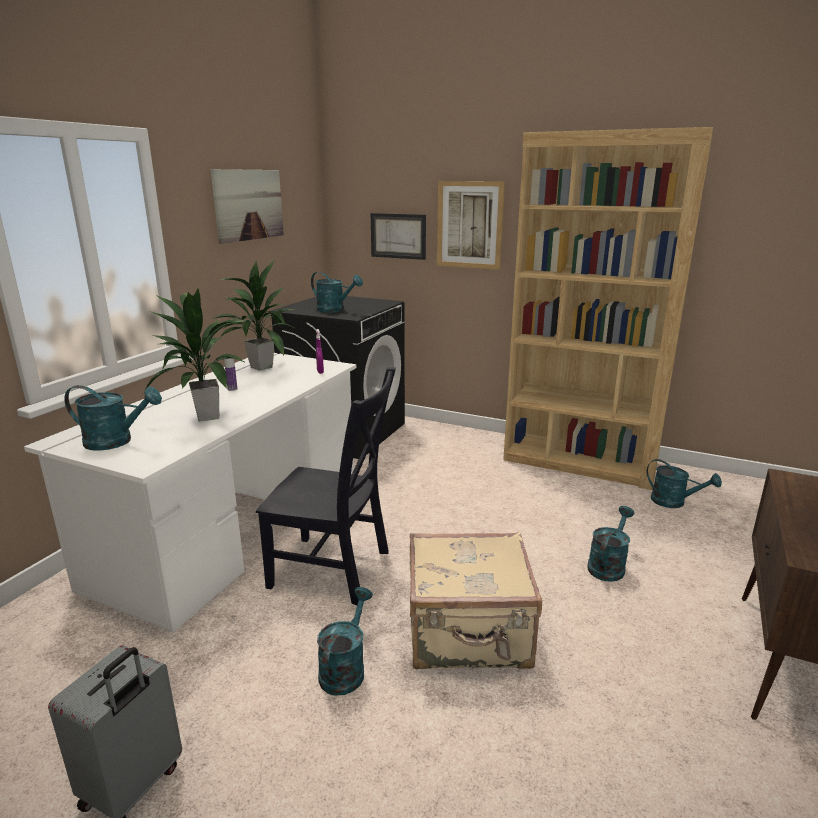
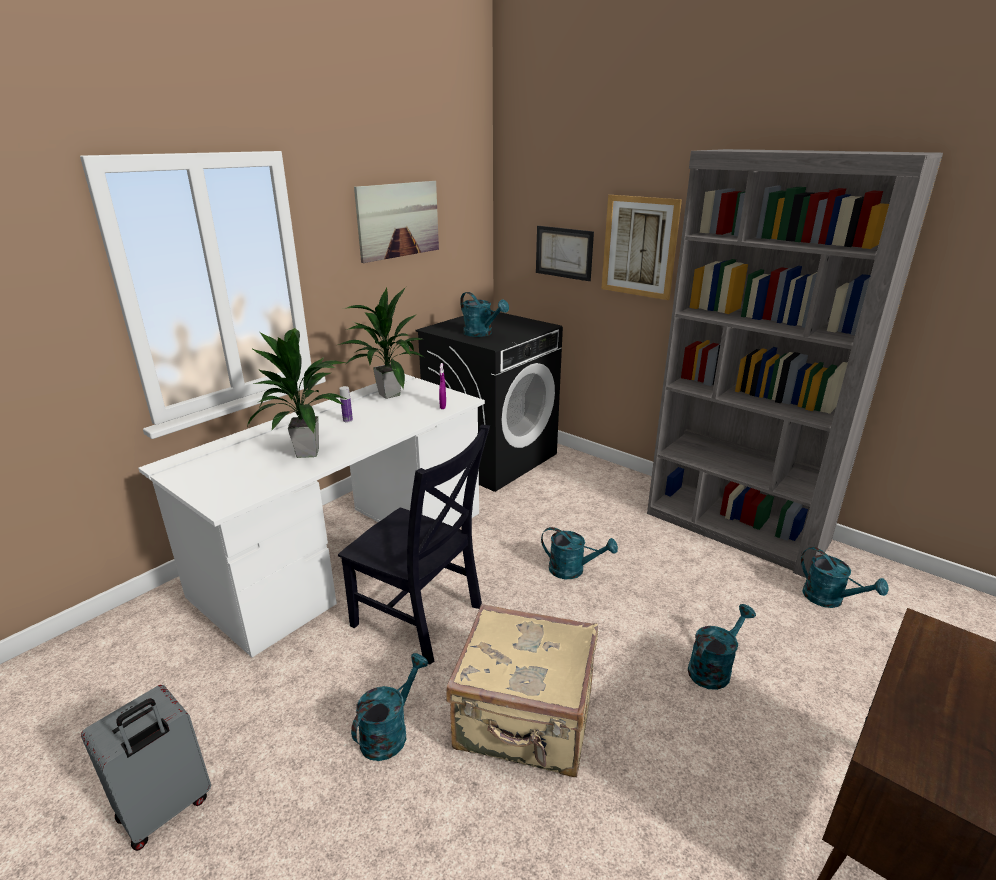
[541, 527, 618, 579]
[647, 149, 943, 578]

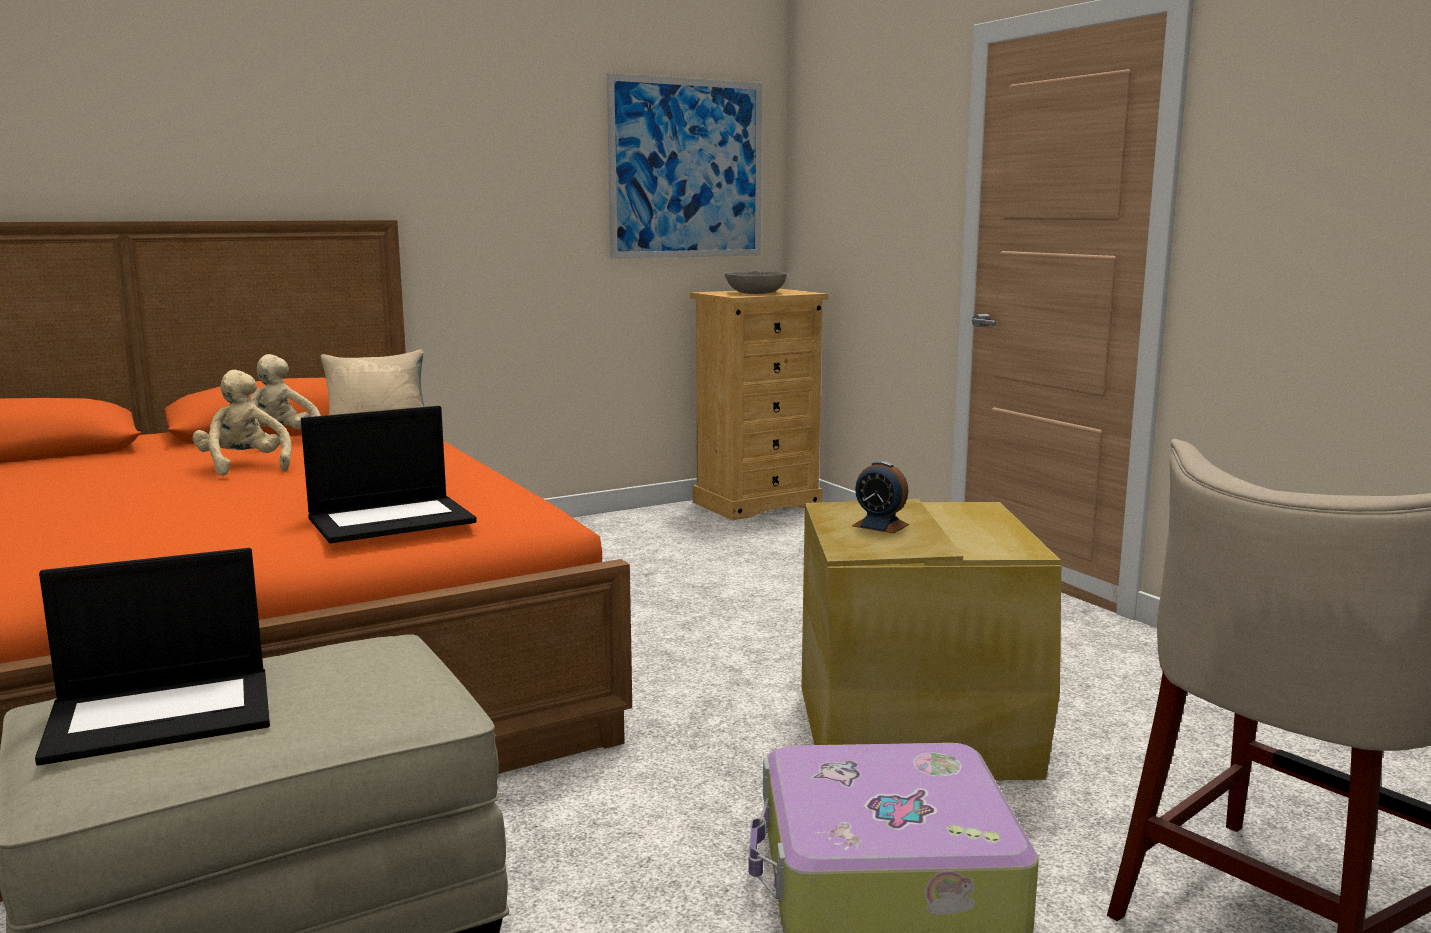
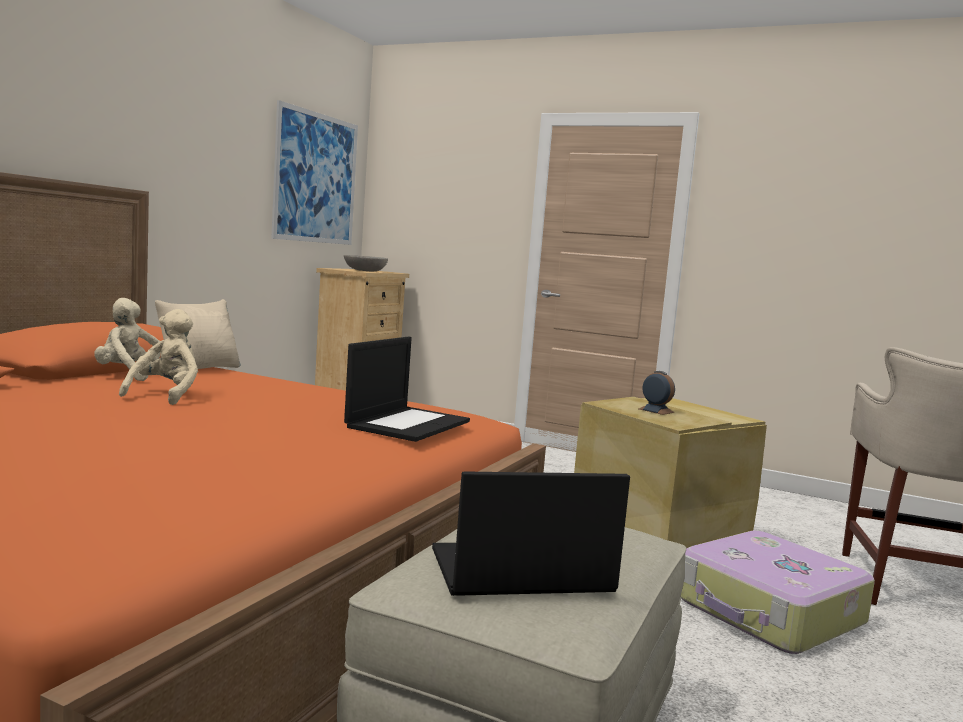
[432, 471, 630, 596]
[119, 309, 198, 405]
[639, 371, 675, 415]

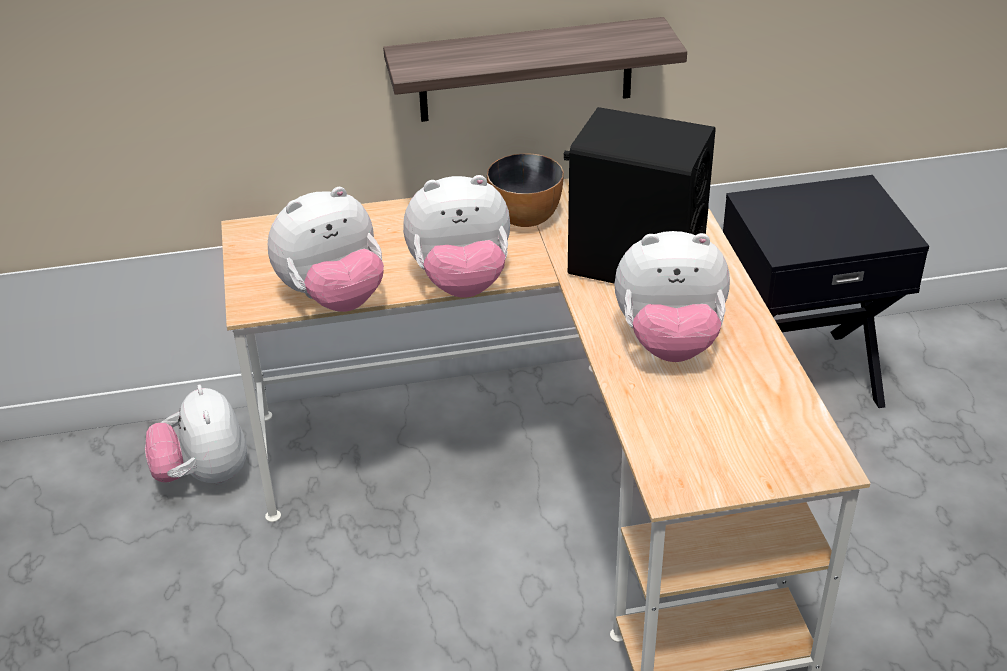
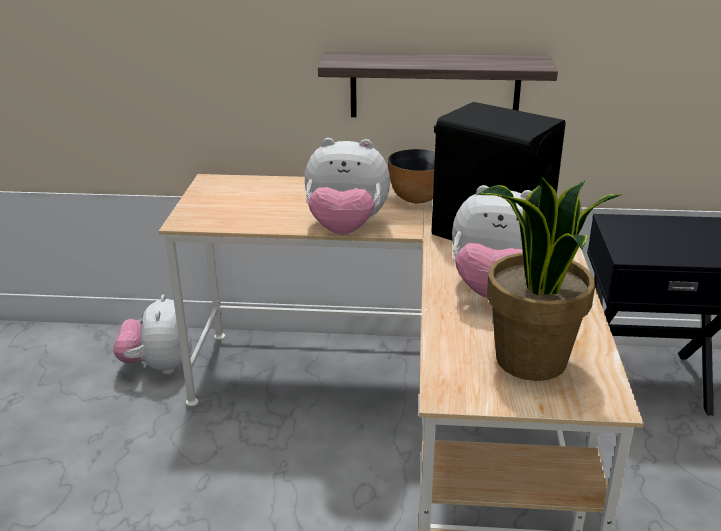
[268, 187, 384, 312] (first image)
[478, 176, 620, 381]

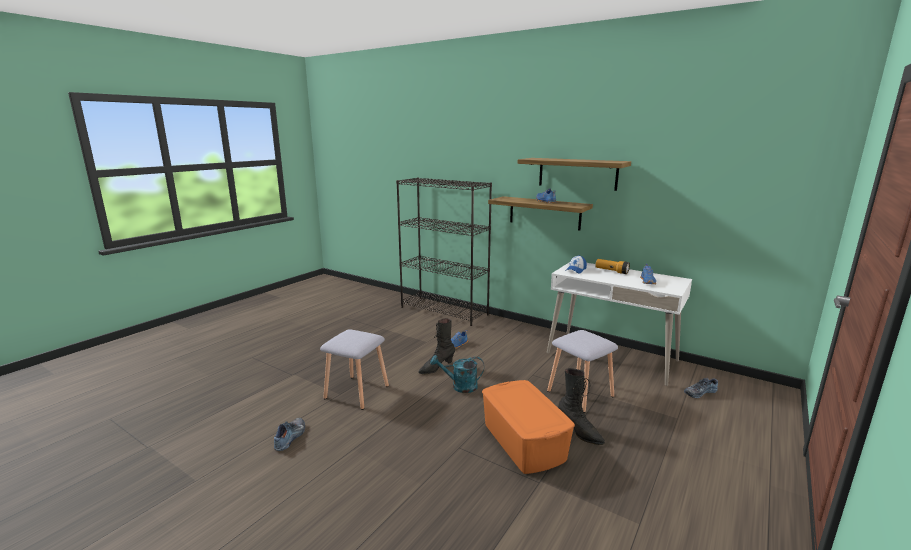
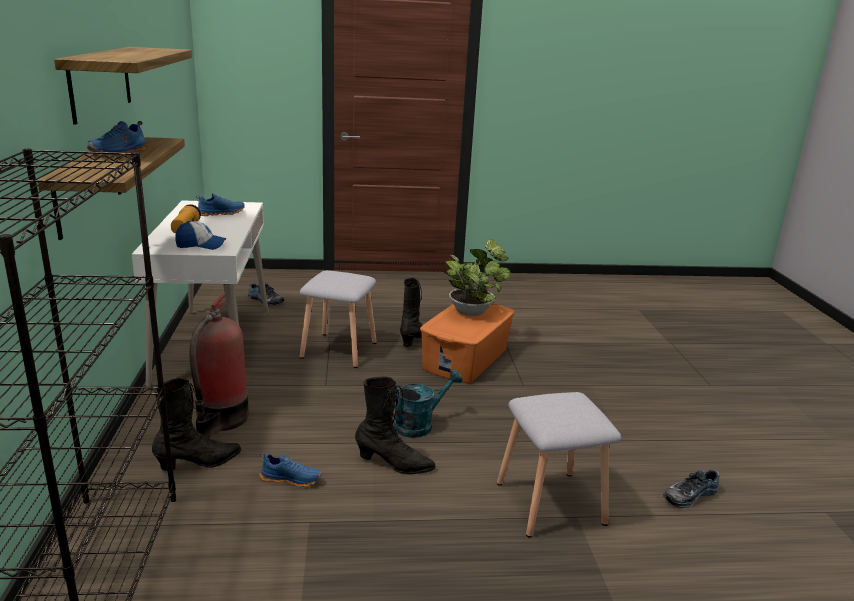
[393, 369, 463, 438]
[152, 378, 242, 471]
[189, 294, 249, 439]
[444, 239, 510, 316]

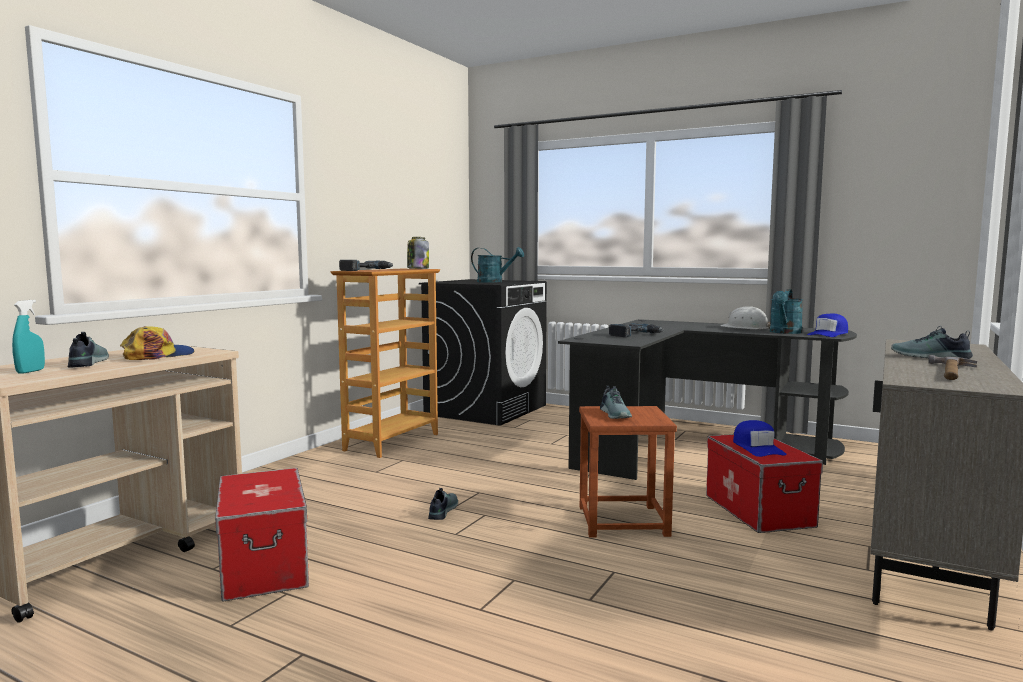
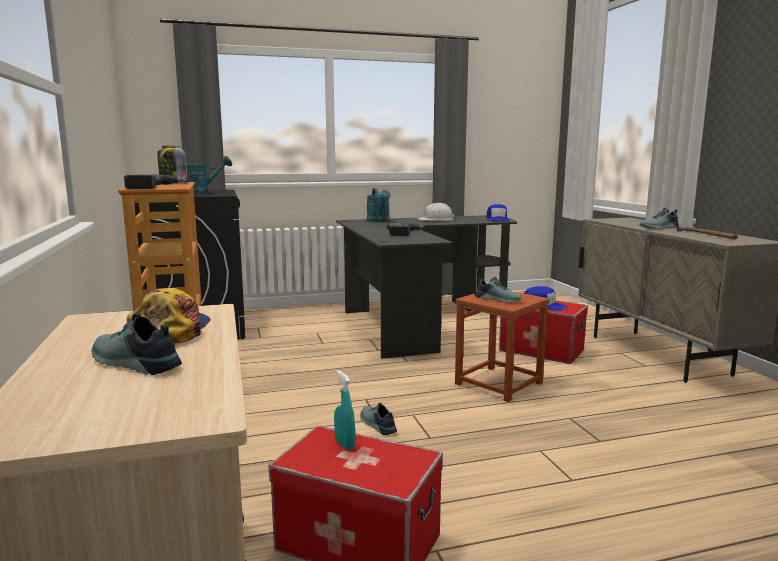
[334, 370, 355, 450]
[367, 188, 391, 222]

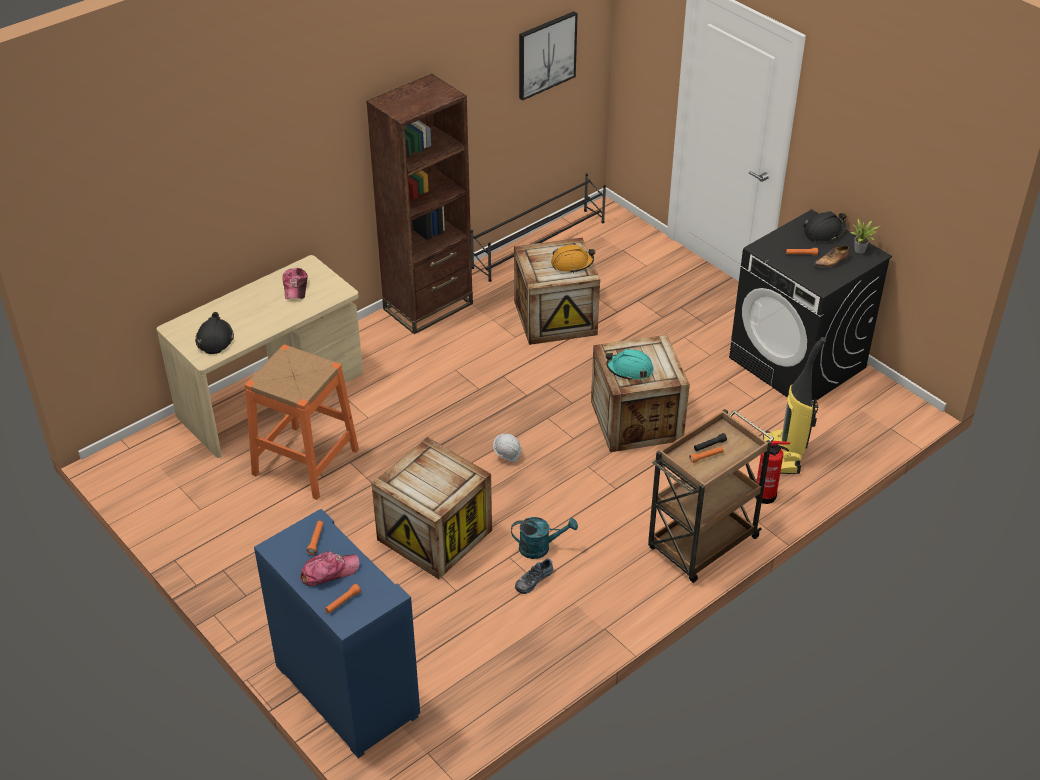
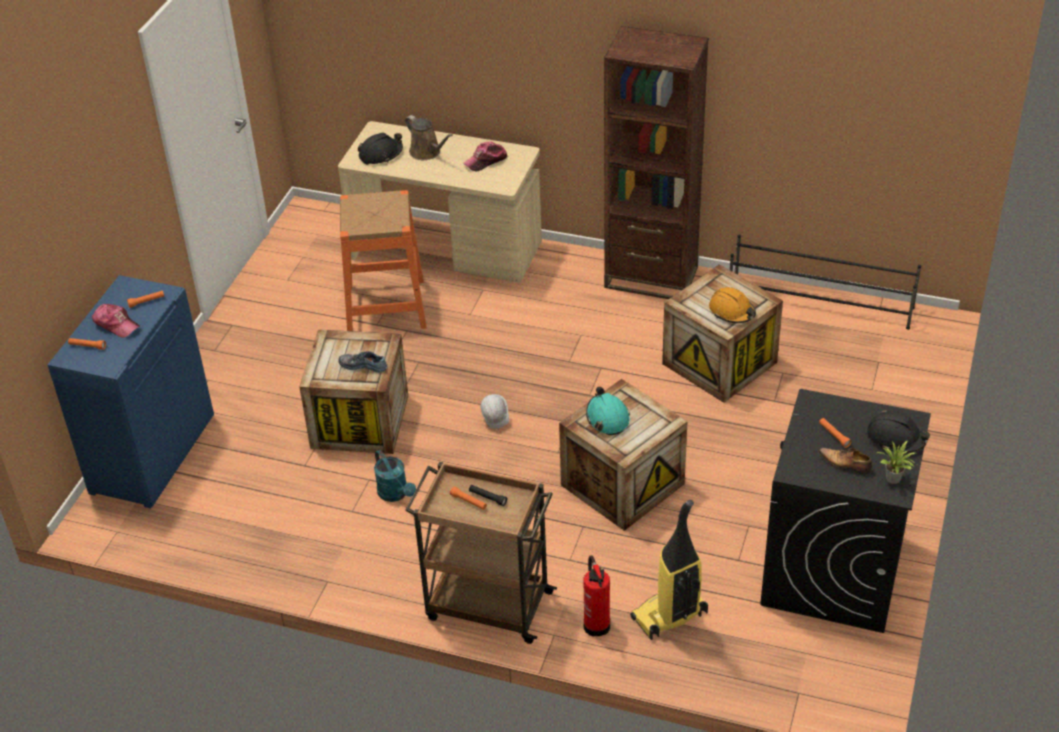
[338, 351, 387, 373]
[519, 11, 578, 101] (first image)
[405, 115, 453, 160]

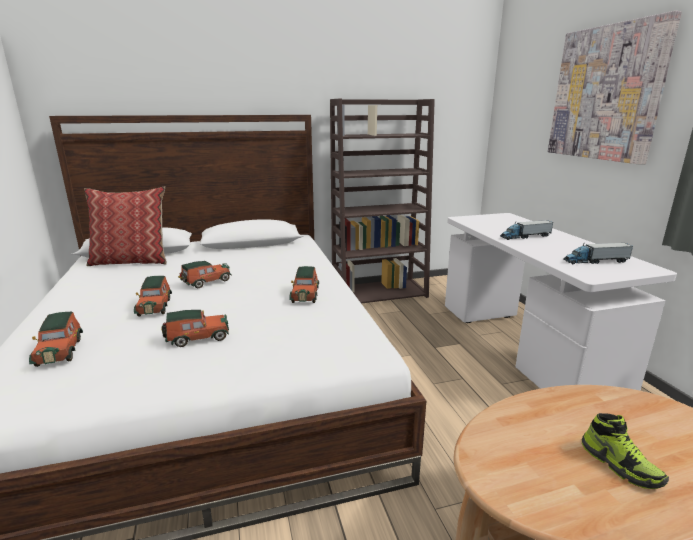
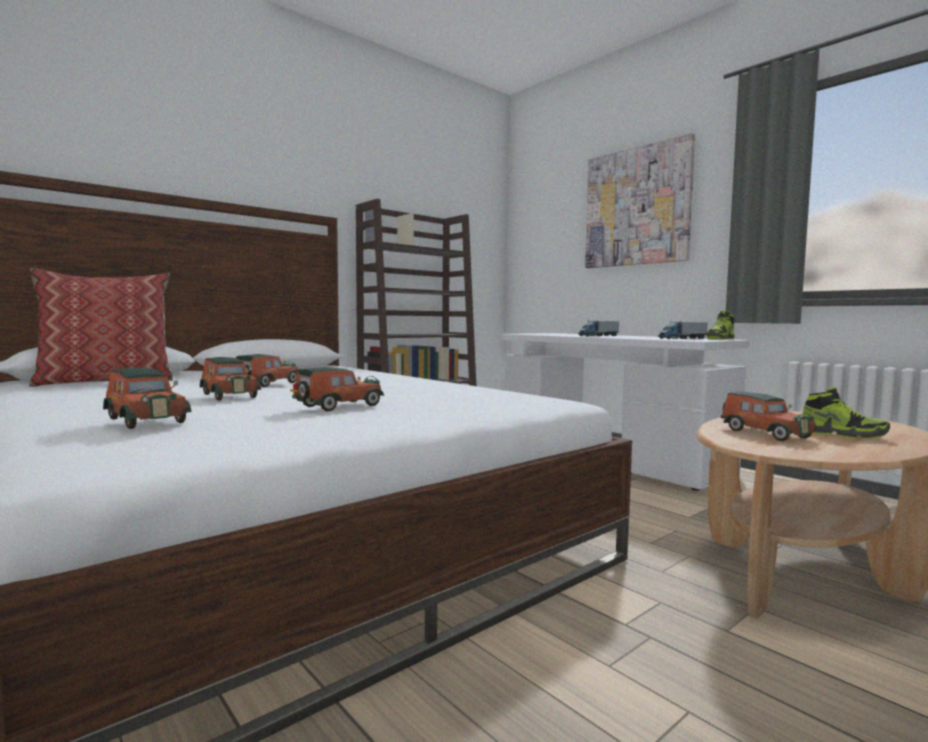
[721, 391, 818, 441]
[707, 310, 734, 340]

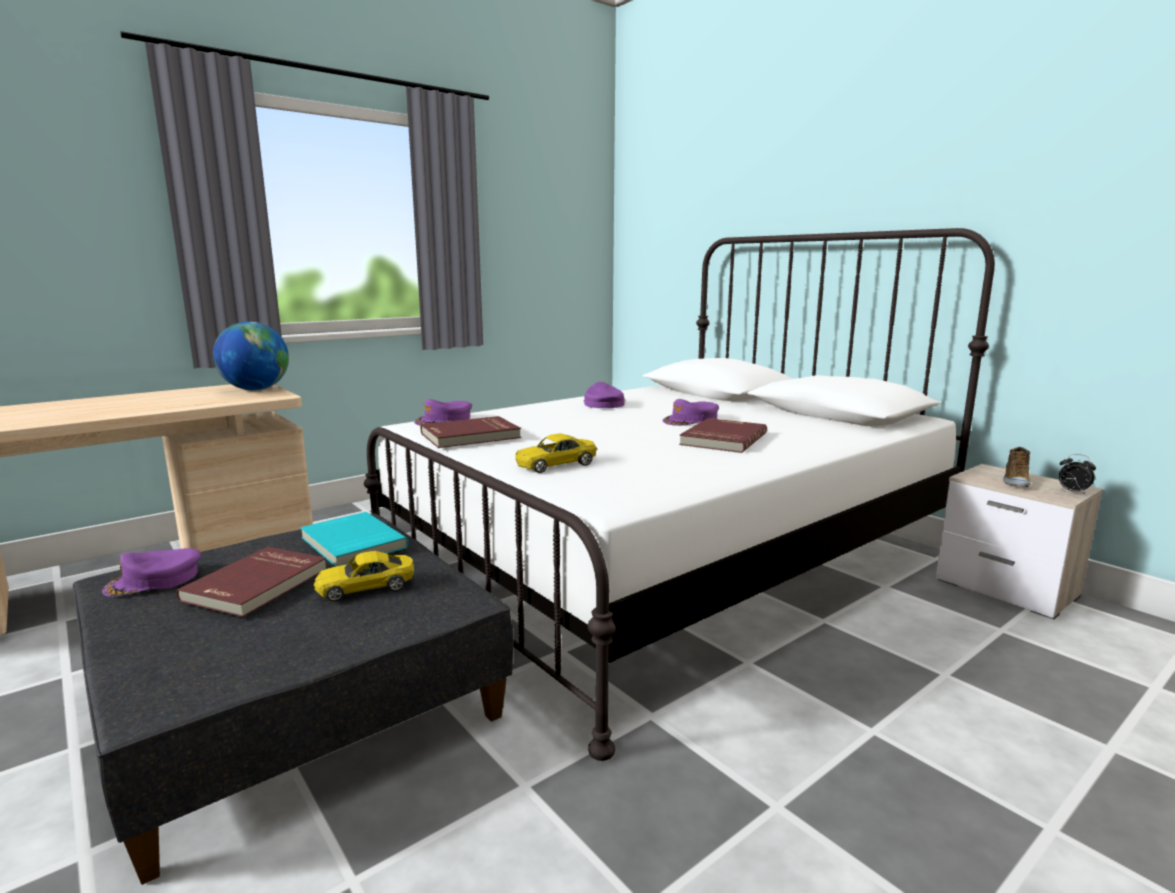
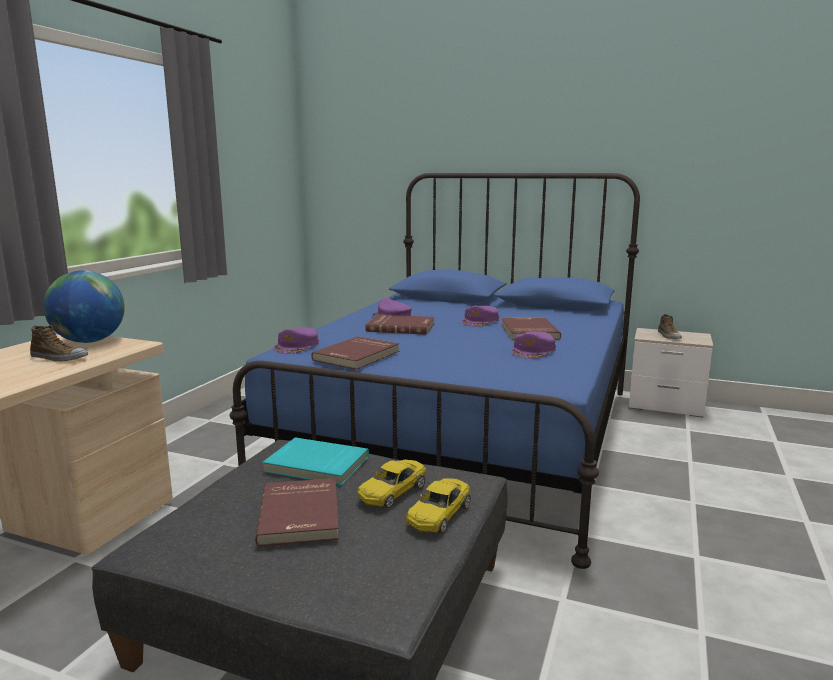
[512, 331, 556, 359]
[229, 173, 640, 569]
[406, 478, 471, 534]
[1059, 454, 1096, 494] (first image)
[30, 325, 88, 362]
[365, 314, 435, 335]

